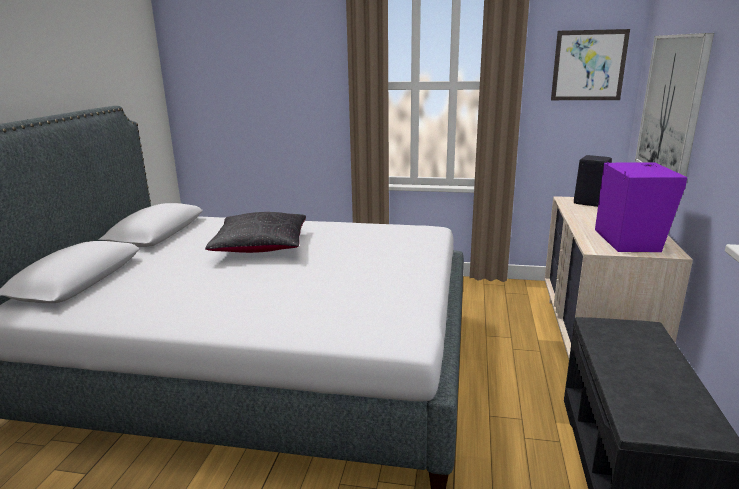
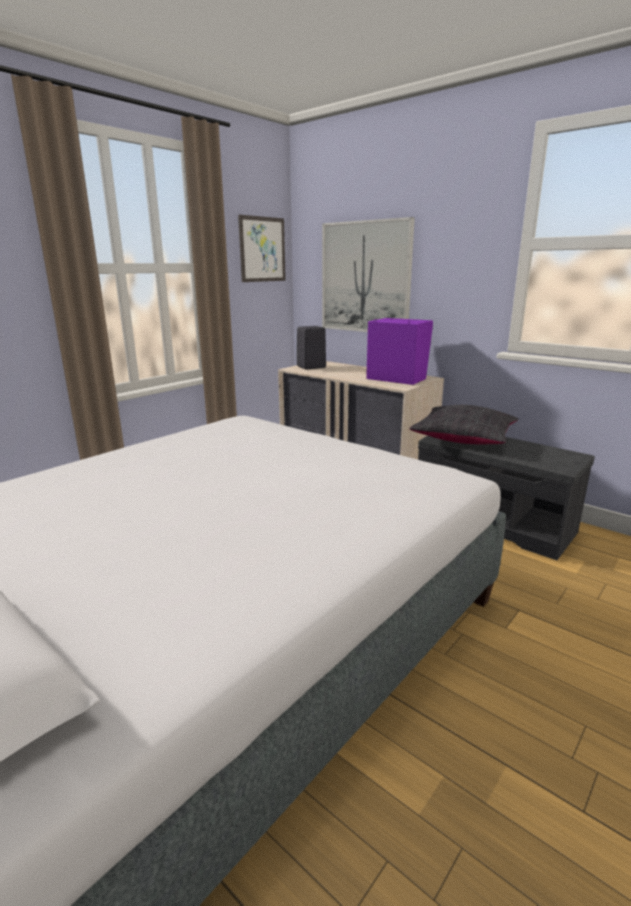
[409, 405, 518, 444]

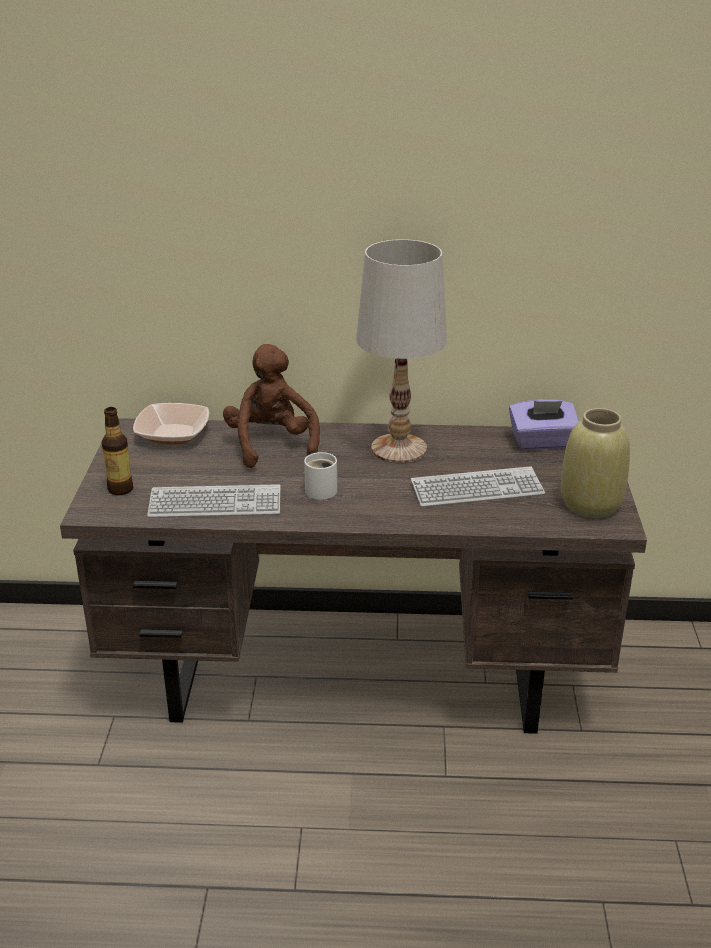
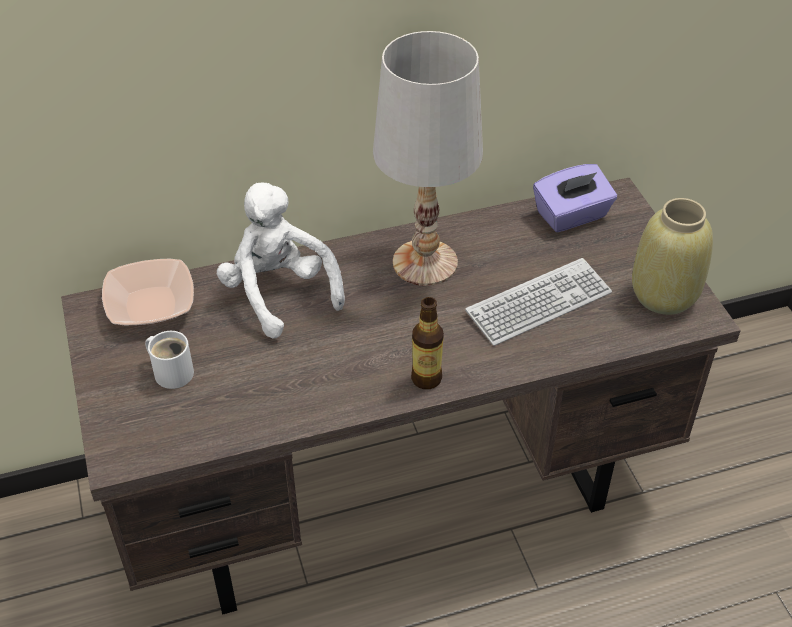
[411, 297, 444, 389]
[147, 484, 281, 518] (first image)
[217, 182, 345, 339]
[145, 331, 194, 389]

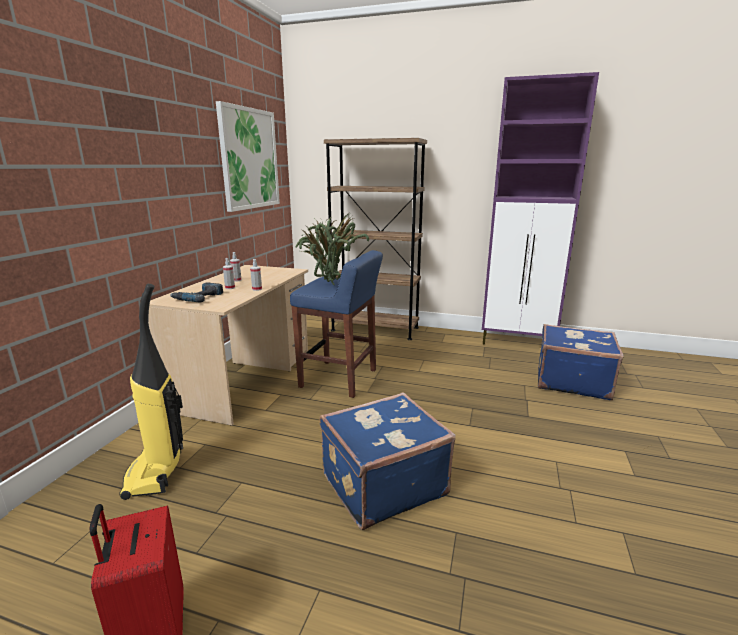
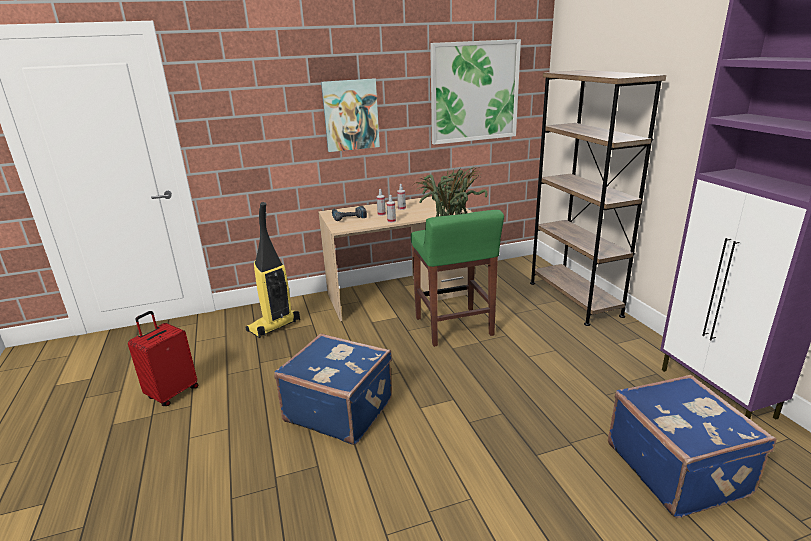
[411, 210, 504, 347]
[321, 78, 380, 152]

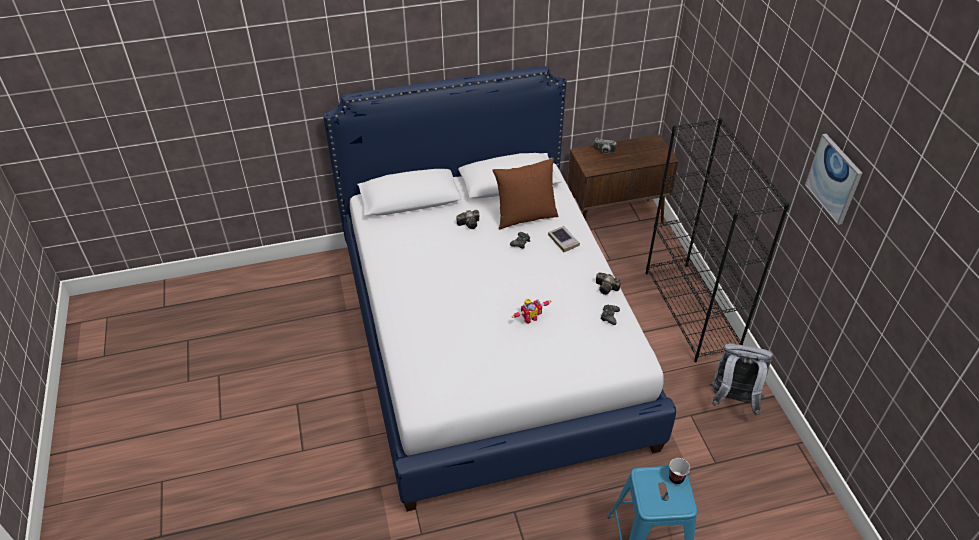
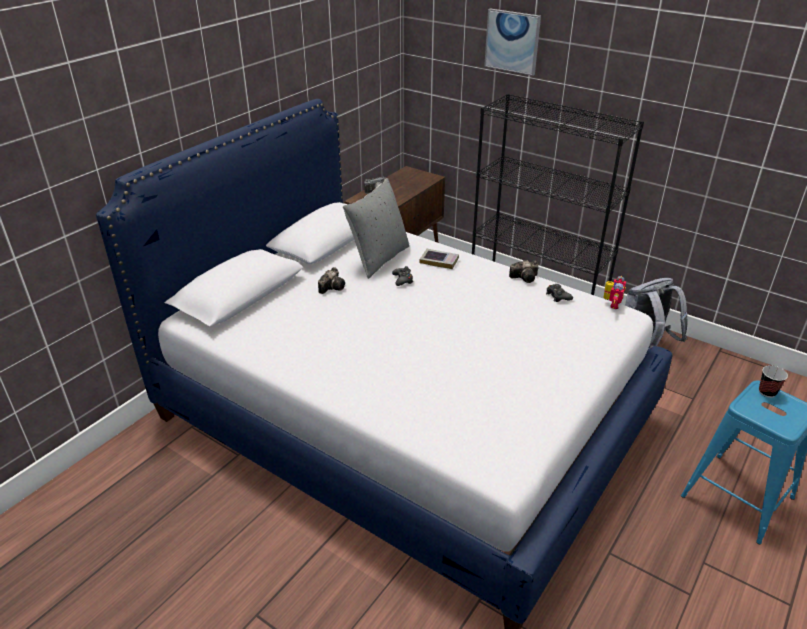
[343, 178, 409, 279]
[603, 276, 626, 309]
[484, 8, 541, 76]

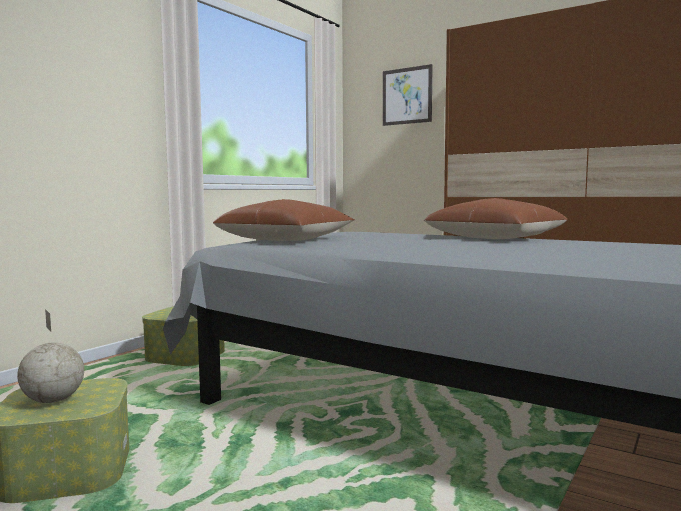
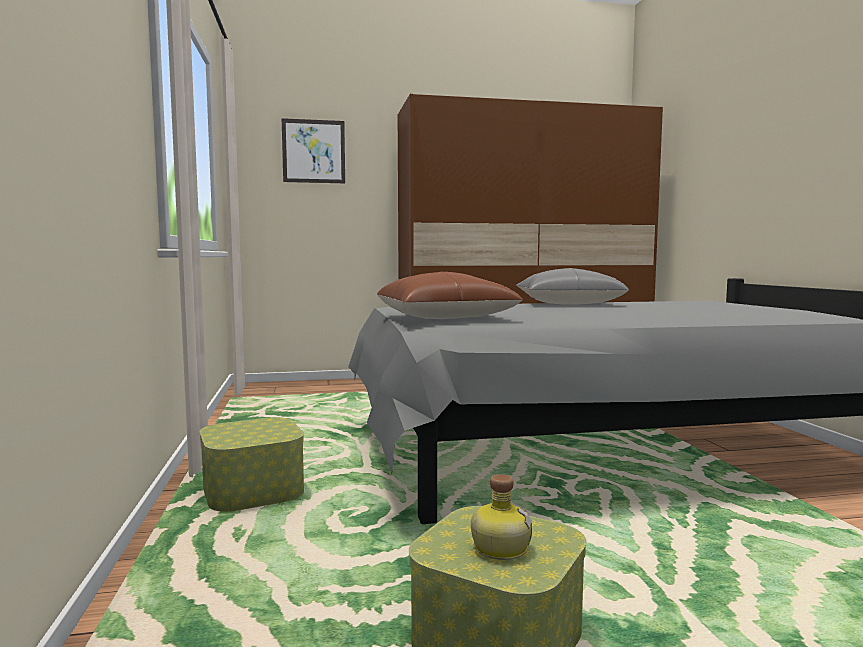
[471, 474, 532, 560]
[516, 268, 629, 305]

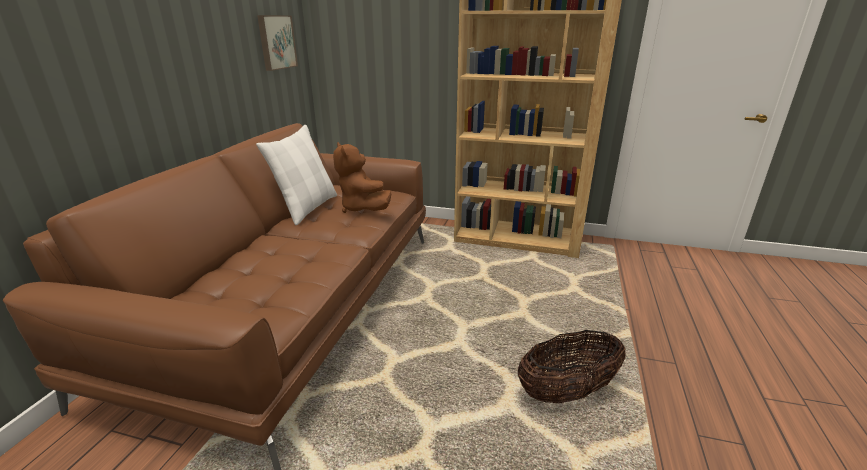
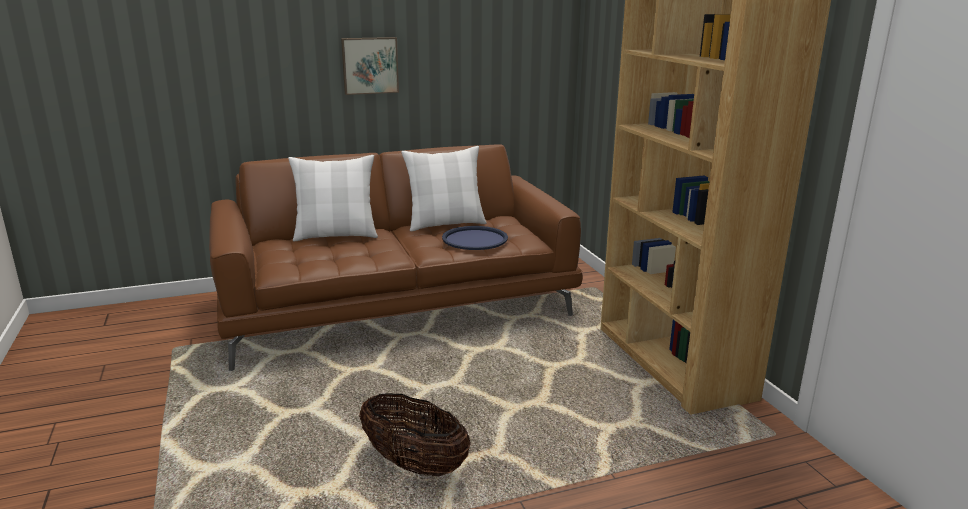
[341, 37, 399, 95]
[442, 226, 508, 250]
[288, 155, 378, 242]

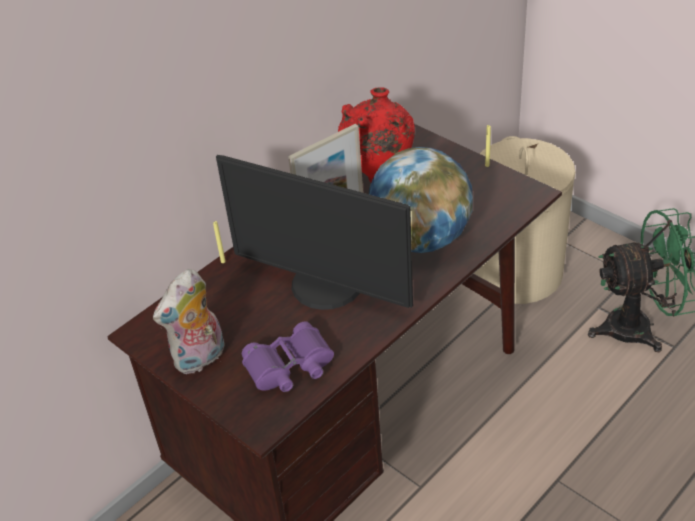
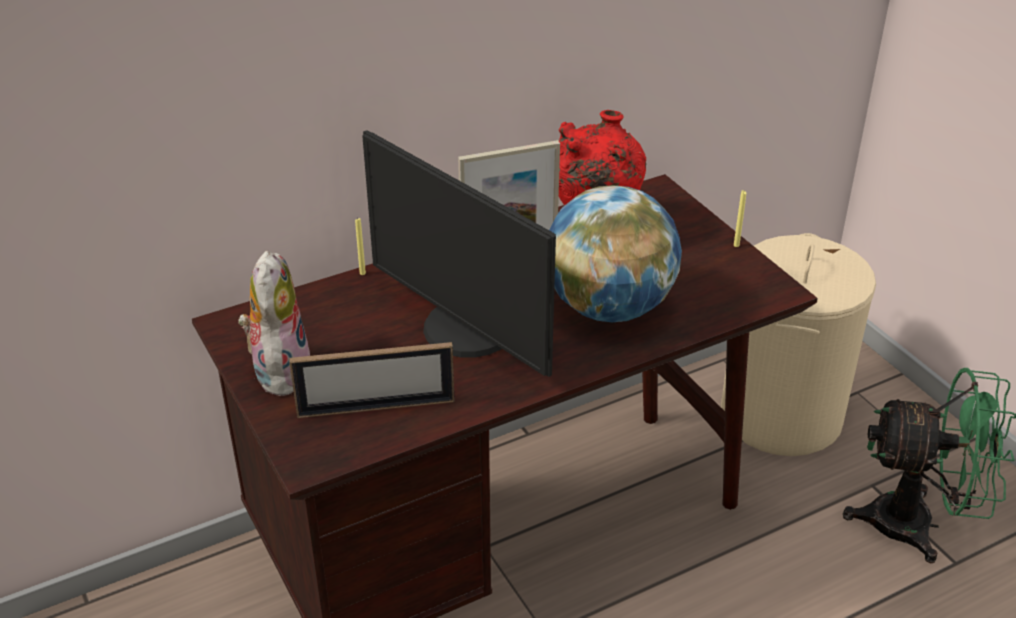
[238, 250, 310, 396]
[289, 342, 455, 418]

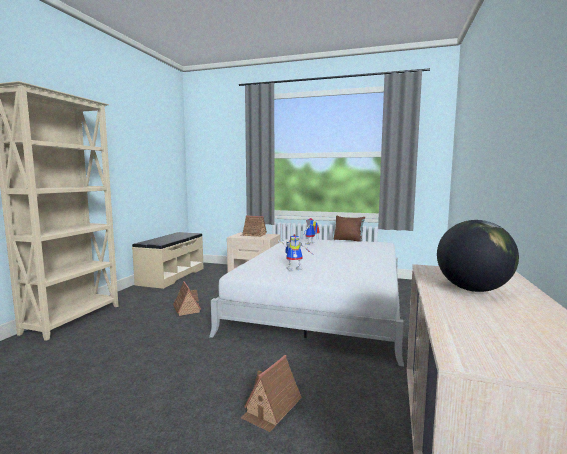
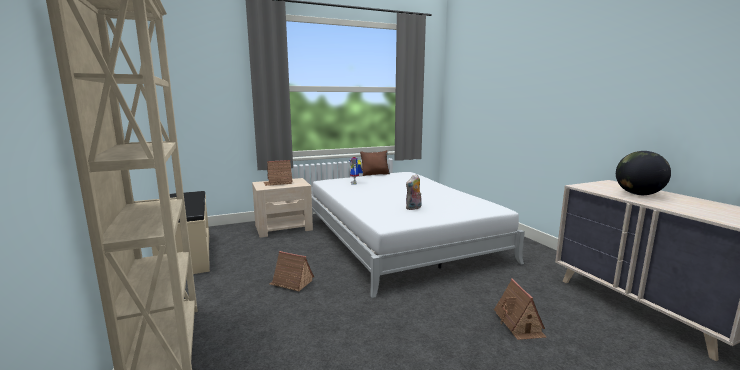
[406, 174, 422, 210]

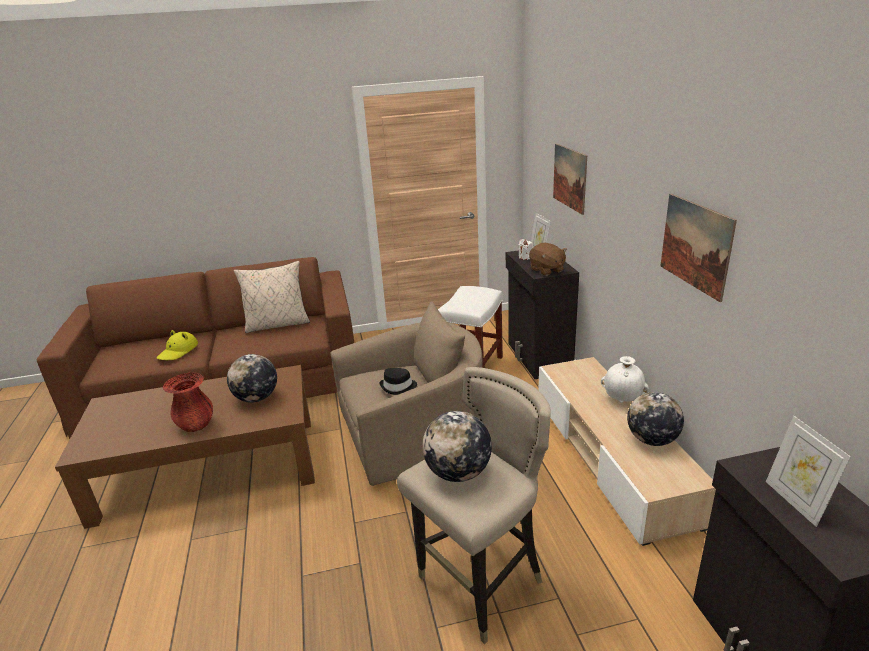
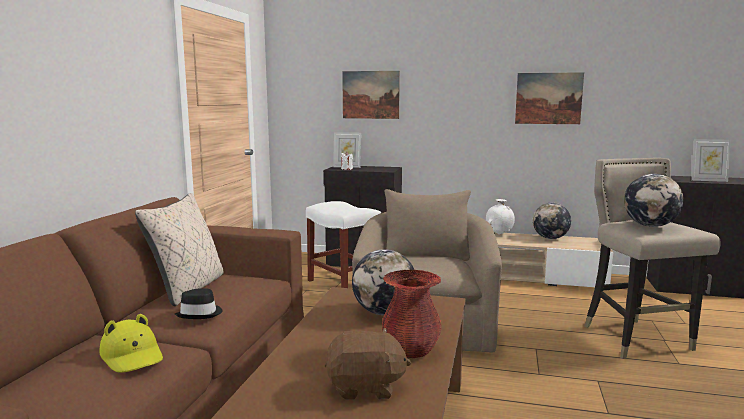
[175, 289, 223, 319]
[324, 328, 411, 400]

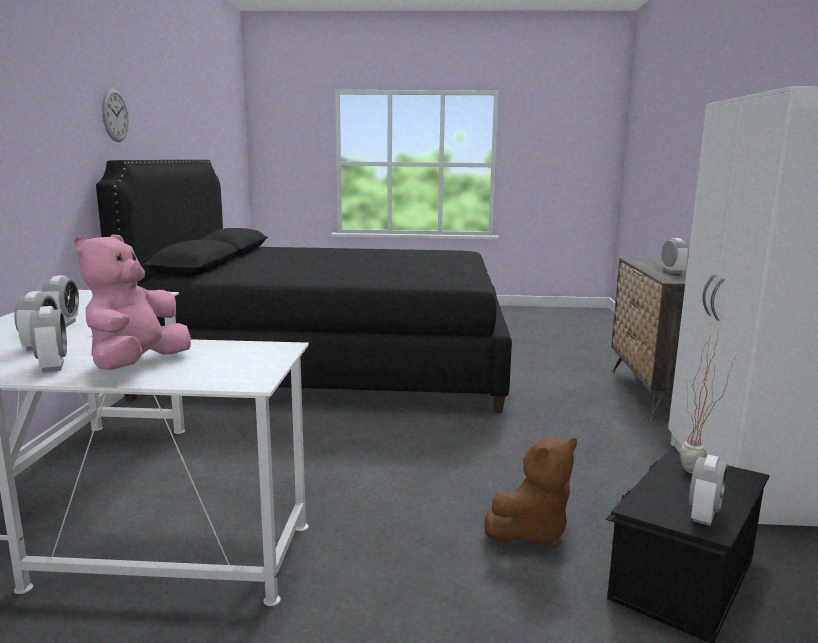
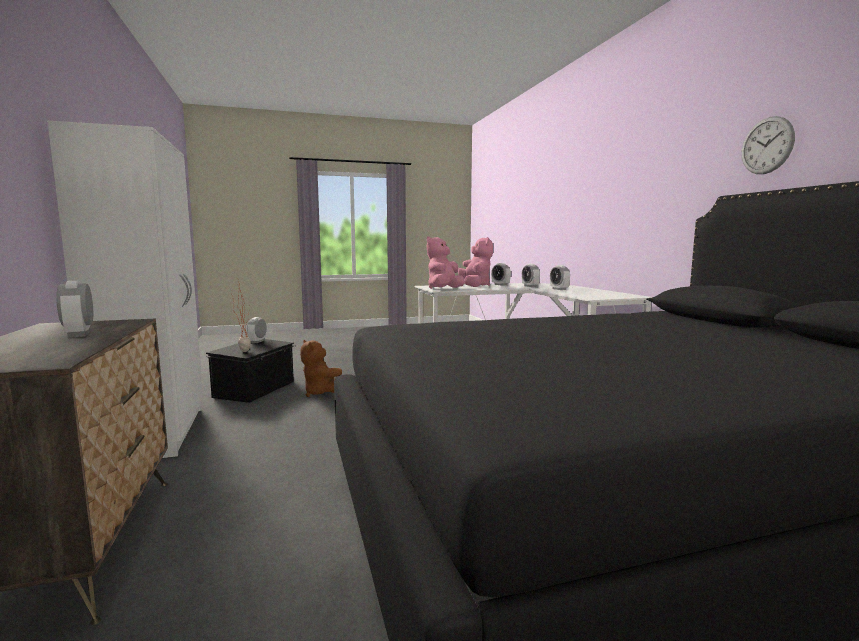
[300, 340, 342, 397]
[427, 236, 464, 289]

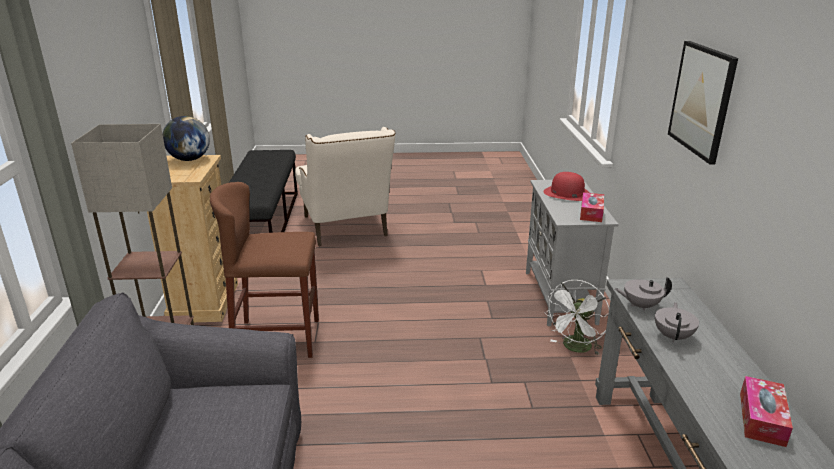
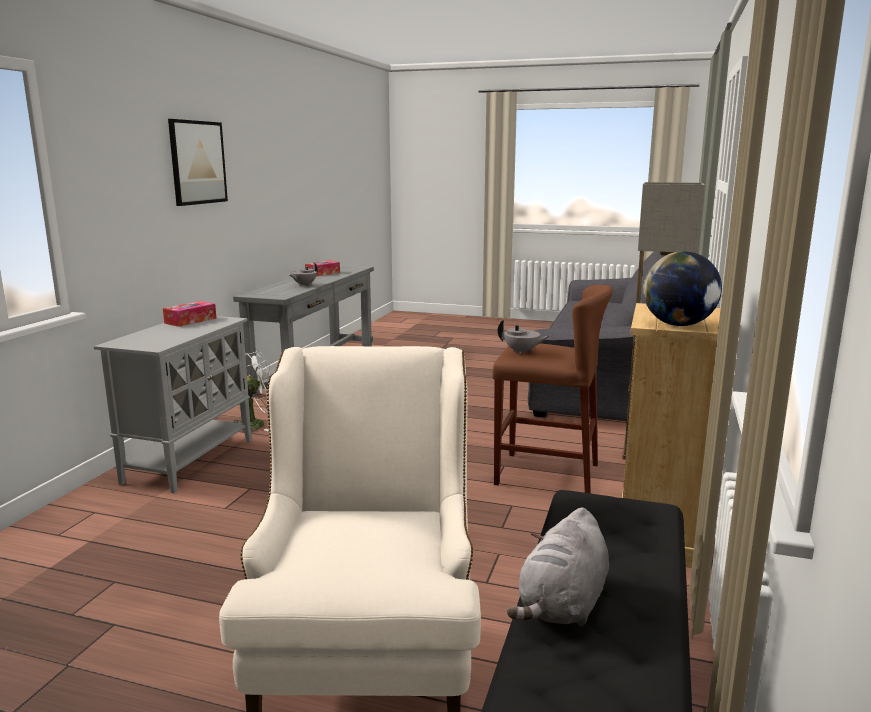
[544, 172, 590, 201] (first image)
[498, 320, 550, 355]
[507, 507, 609, 626]

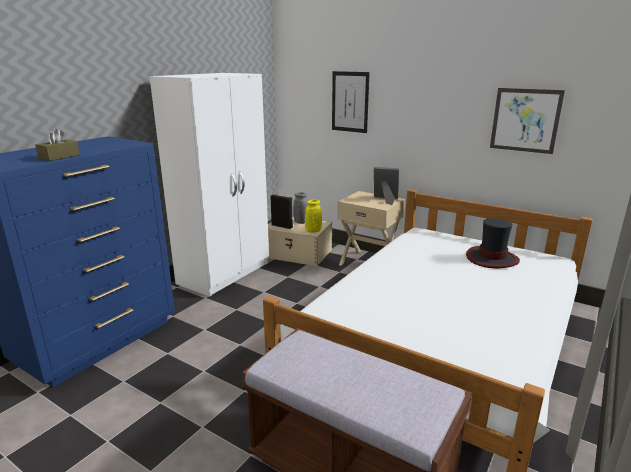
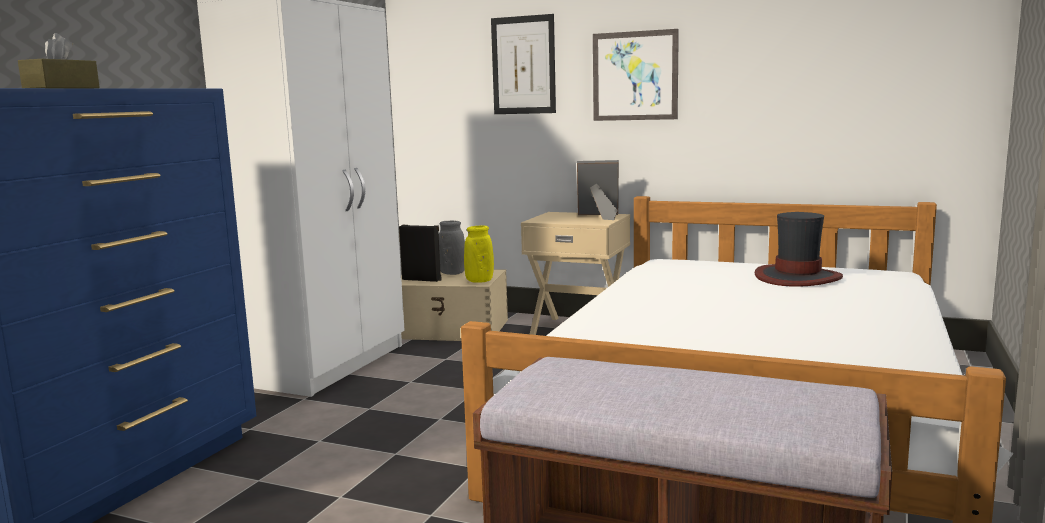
[593, 29, 679, 121]

